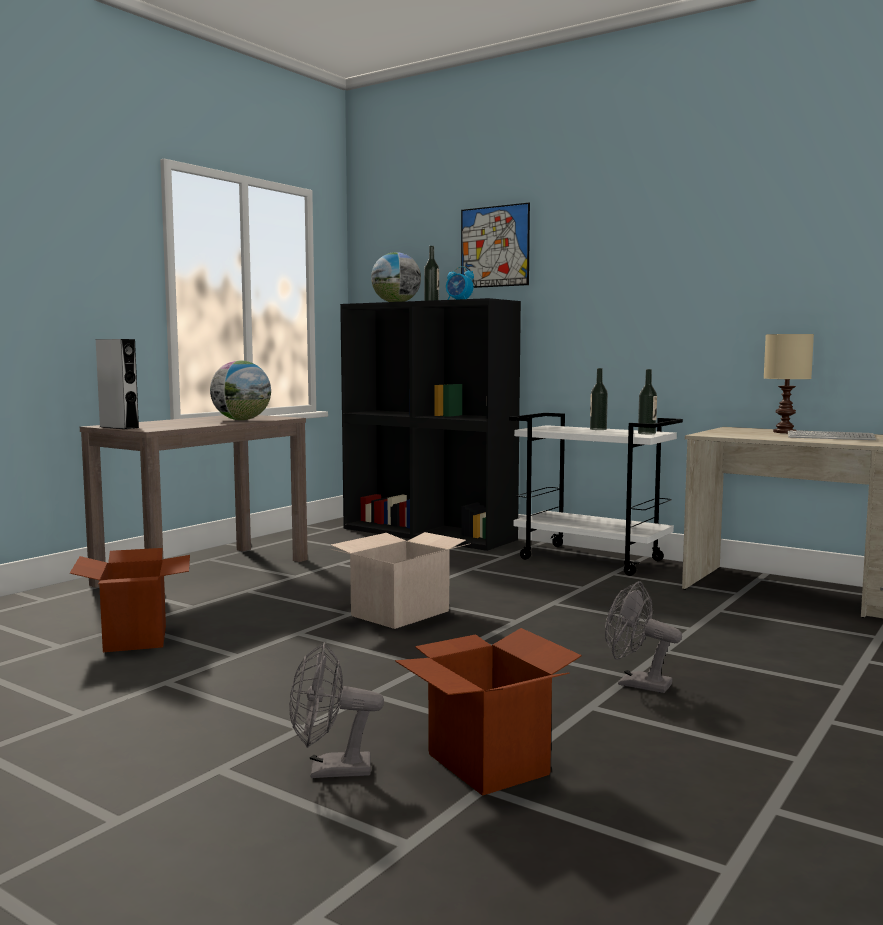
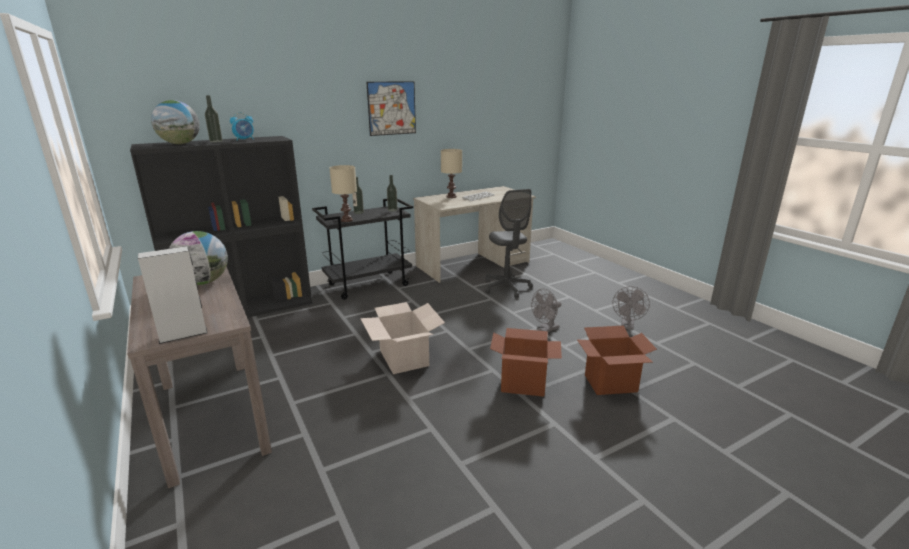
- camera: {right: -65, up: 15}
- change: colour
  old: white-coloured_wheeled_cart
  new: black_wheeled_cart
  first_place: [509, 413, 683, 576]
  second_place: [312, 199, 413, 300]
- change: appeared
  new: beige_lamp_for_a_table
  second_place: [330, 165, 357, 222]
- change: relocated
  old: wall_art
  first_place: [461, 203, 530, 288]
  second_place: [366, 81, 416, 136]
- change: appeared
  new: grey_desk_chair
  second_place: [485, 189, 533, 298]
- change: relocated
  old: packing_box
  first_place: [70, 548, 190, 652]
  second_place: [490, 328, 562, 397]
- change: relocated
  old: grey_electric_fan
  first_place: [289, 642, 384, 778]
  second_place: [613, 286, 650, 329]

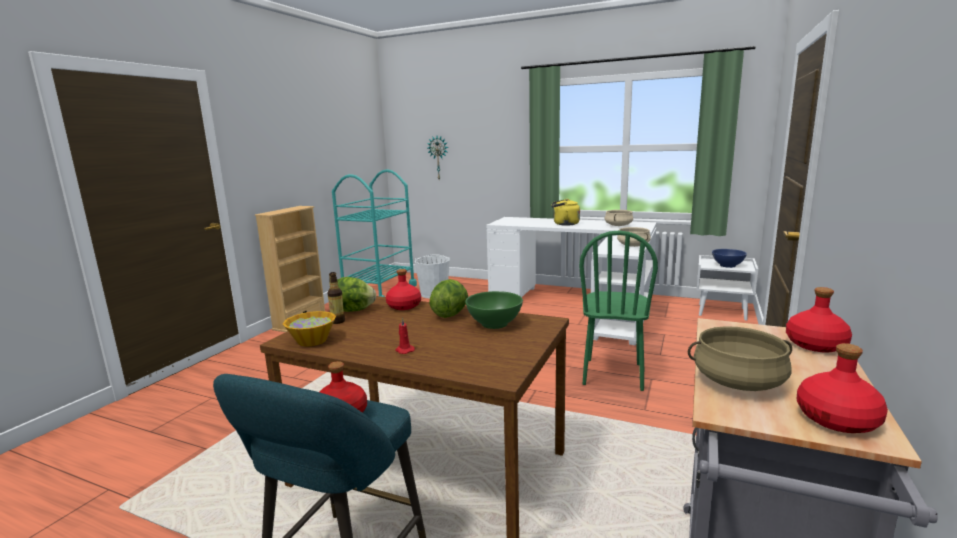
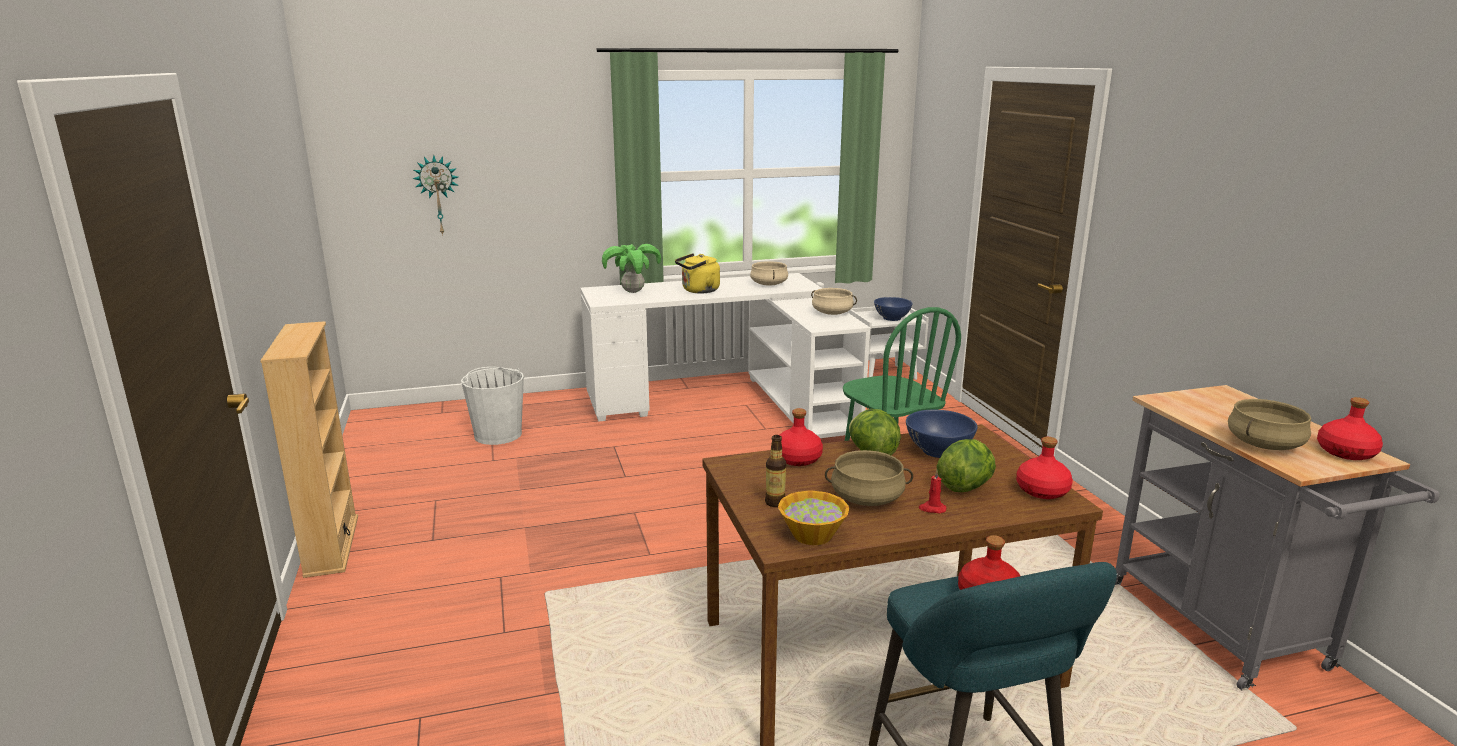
- camera: {right: -40, up: 5}
- change: appeared
  new: plant_in_a_pot
  second_place: [602, 244, 661, 293]
- change: appeared
  new: beige_stockpot
  second_place: [825, 450, 913, 506]
- change: colour
  old: greenish_serving_bowl
  new: bluish_serving_bowl
  first_place: [465, 291, 523, 329]
  second_place: [906, 410, 978, 458]
- change: relocated
  old: lettuce
  first_place: [337, 277, 376, 312]
  second_place: [936, 439, 996, 492]
- change: relocated
  old: red_bottle
  first_place: [786, 287, 852, 353]
  second_place: [1016, 437, 1073, 499]
- change: missing
  old: turquoise_wheeled_cart
  first_place: [332, 169, 417, 297]

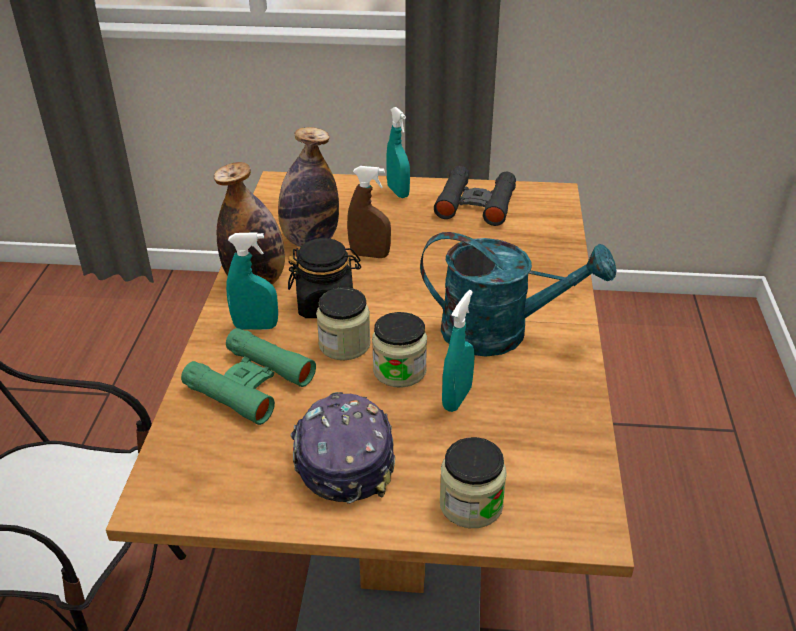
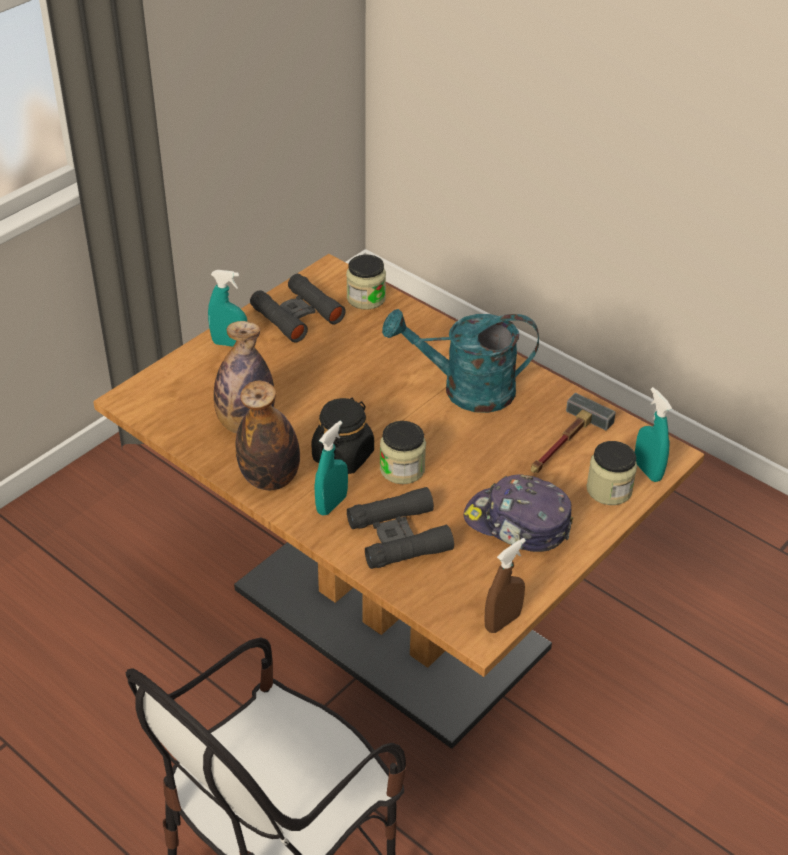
- camera: {right: -55, up: 5}
- change: relocated
  old: jar
  first_place: [372, 312, 427, 388]
  second_place: [346, 255, 386, 310]
- change: colour
  old: greenish_pair_of_binoculars
  new: black_pair_of_binoculars
  first_place: [181, 328, 316, 425]
  second_place: [347, 487, 454, 569]
- change: spun
  old: turquoise_watering_can
  first_place: [420, 232, 616, 357]
  second_place: [382, 309, 539, 413]
  degrees: -135
- change: relocated
  old: brownish_sprayer
  first_place: [347, 166, 391, 258]
  second_place: [484, 538, 526, 633]
- change: appeared
  new: hammer
  second_place: [531, 393, 616, 473]
- change: relocated
  old: turquoise_sprayer
  first_place: [442, 290, 475, 412]
  second_place: [635, 387, 672, 482]

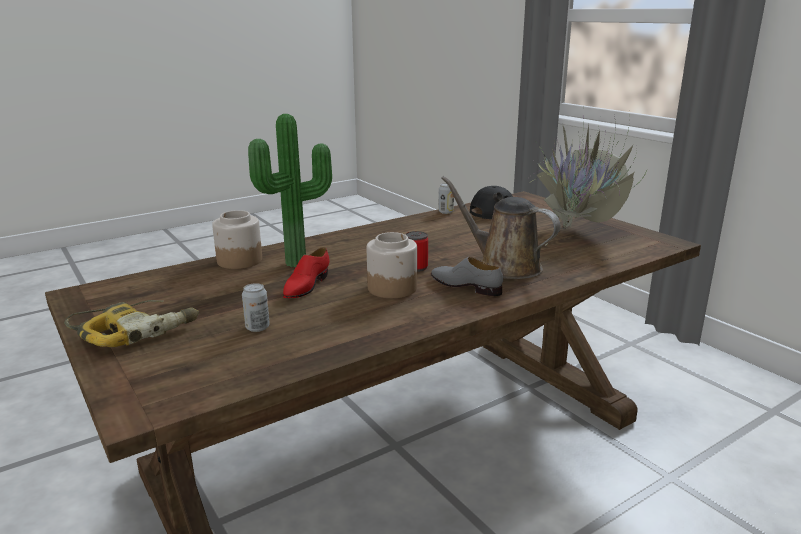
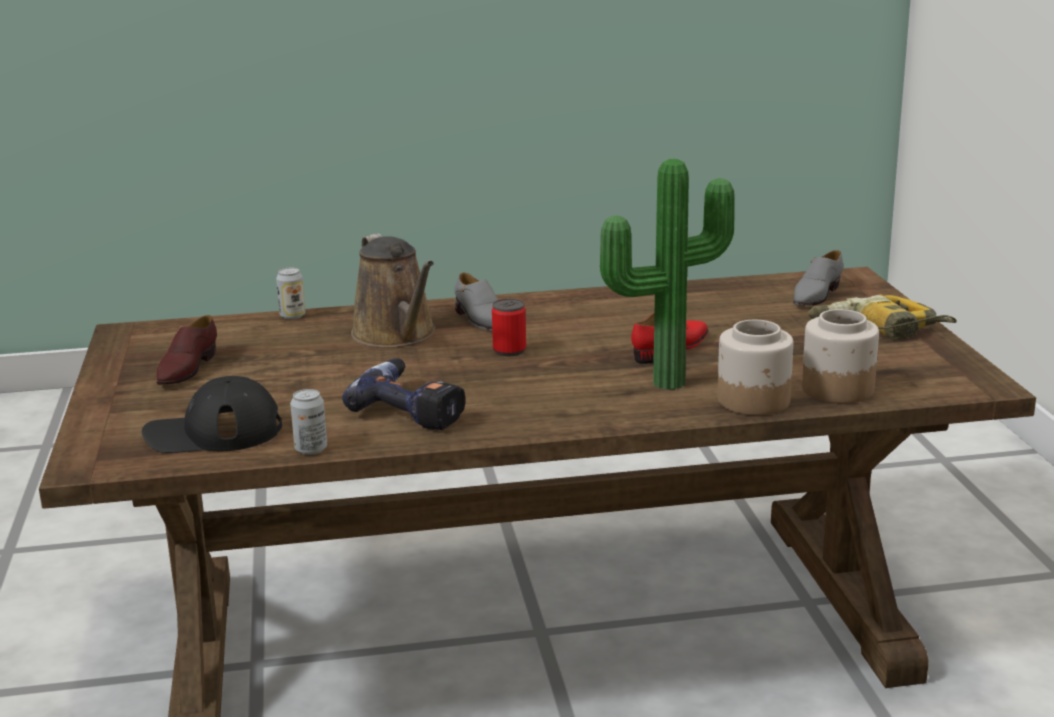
- camera: {right: -155, up: 0}
- change: exchanged
  old: plant_in_a_pot
  new: brownish_item_of_footwear
  first_place: [531, 116, 646, 246]
  second_place: [157, 315, 217, 385]
- change: relocated
  old: can
  first_place: [242, 283, 270, 332]
  second_place: [276, 268, 306, 319]
- change: appeared
  new: electric_drill
  second_place: [342, 358, 465, 430]
- change: appeared
  new: grey_item_of_footwear
  second_place: [793, 250, 843, 306]
- change: relocated
  old: jar
  first_place: [367, 232, 417, 298]
  second_place: [802, 309, 879, 403]

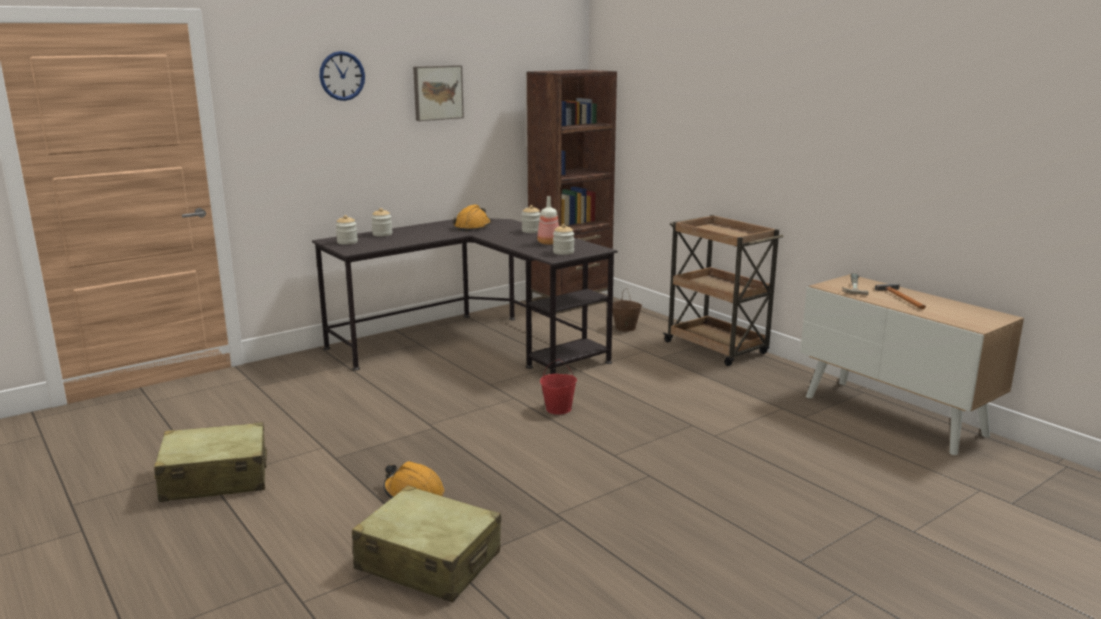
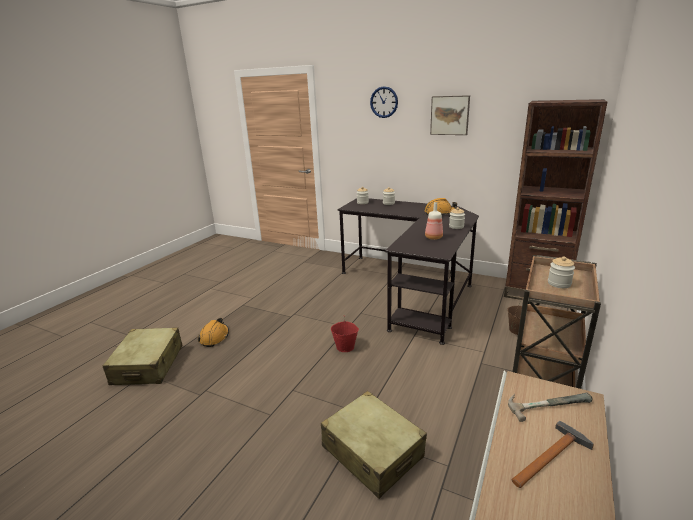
- camera: {right: 65, up: 5}
- change: relocated
  old: beige_travel_case
  first_place: [154, 422, 267, 502]
  second_place: [321, 391, 427, 499]
- change: relocated
  old: jar
  first_place: [553, 224, 575, 255]
  second_place: [548, 256, 575, 288]

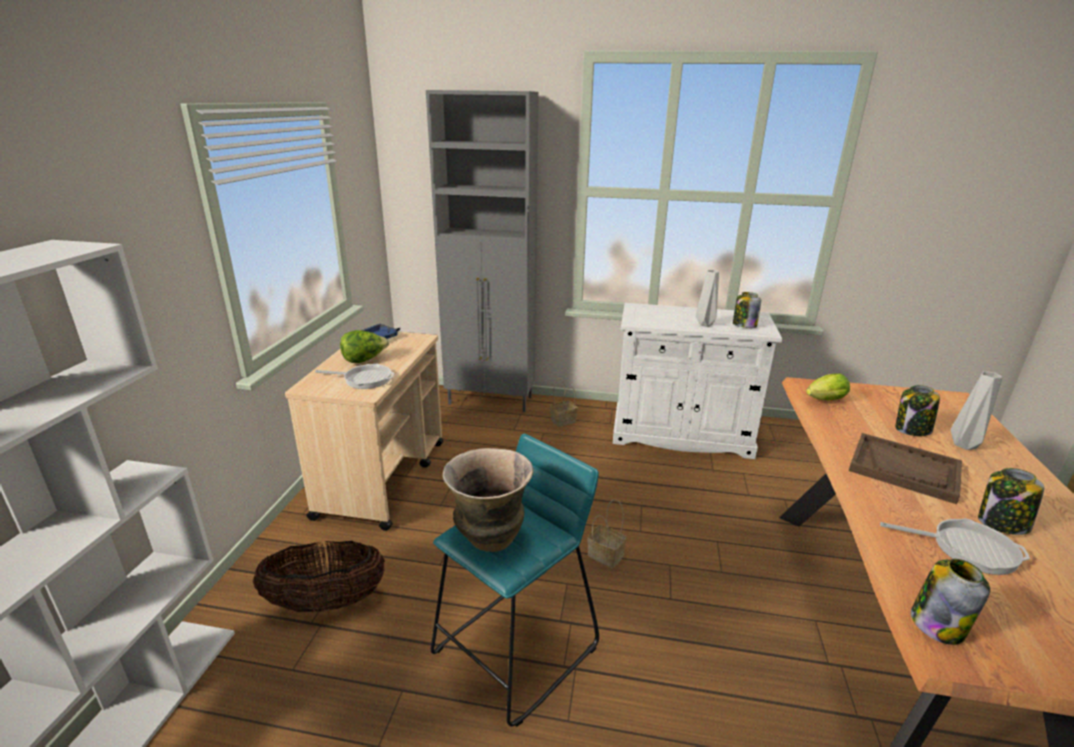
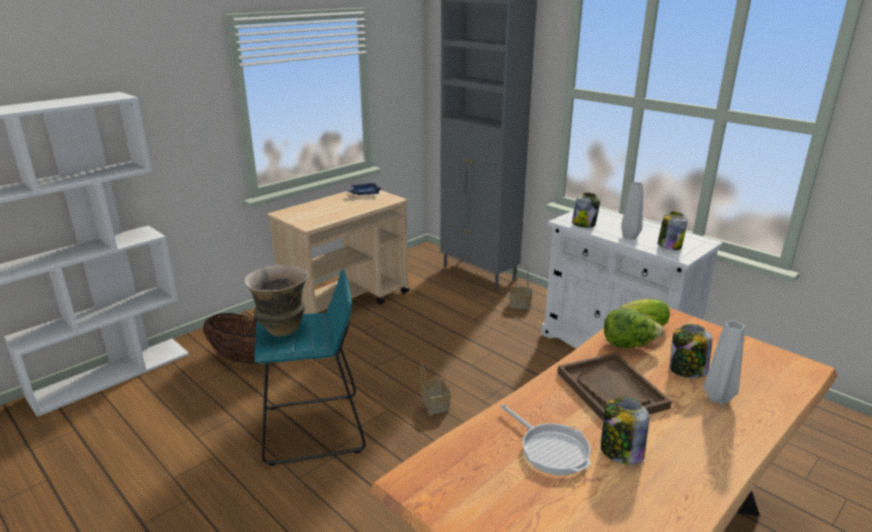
- camera: {right: 35, up: 0}
- change: relocated
  old: jar
  first_place: [911, 559, 990, 645]
  second_place: [572, 192, 600, 228]
- change: relocated
  old: lettuce
  first_place: [340, 330, 389, 363]
  second_place: [604, 309, 665, 348]
- change: missing
  old: pan
  first_place: [315, 364, 395, 389]

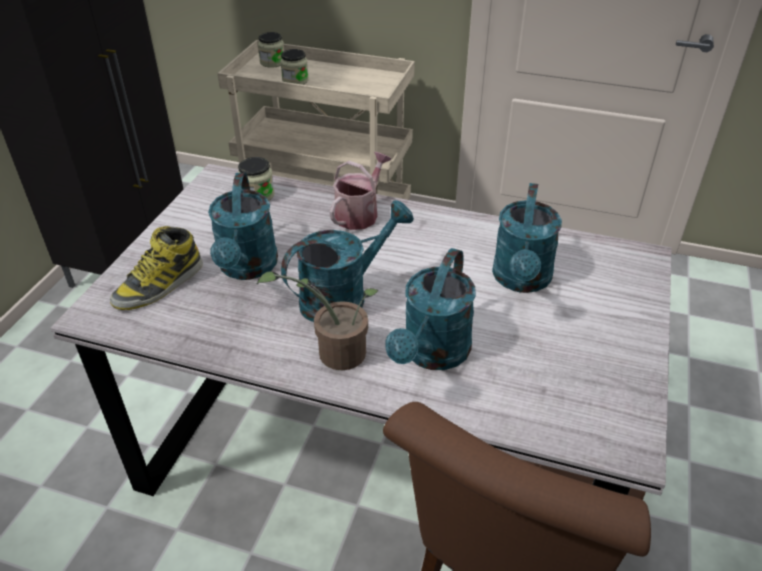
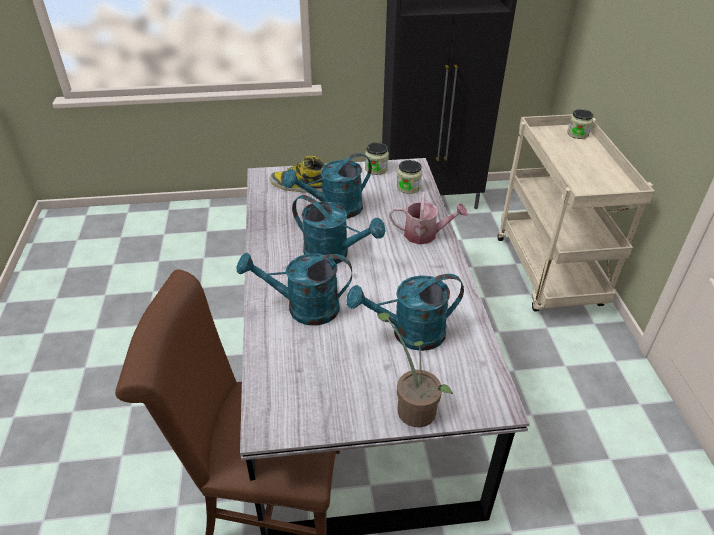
- camera: {right: 65, up: 0}
- change: relocated
  old: jar
  first_place: [280, 49, 309, 85]
  second_place: [365, 142, 389, 175]
- change: relocated
  old: plant_in_a_pot
  first_place: [257, 271, 379, 371]
  second_place: [377, 313, 453, 427]

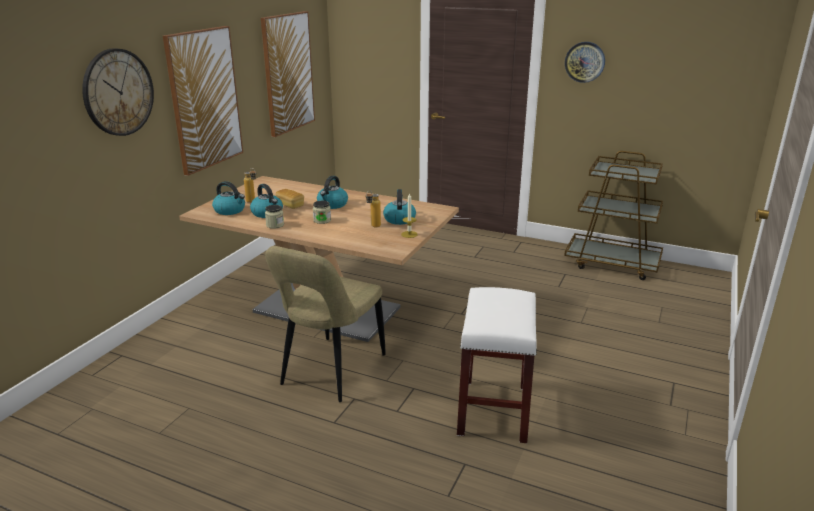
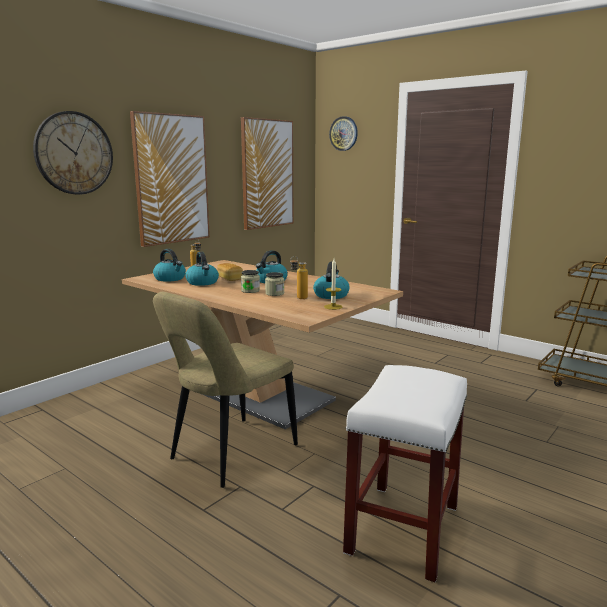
- camera: {right: 15, up: -10}
- change: relocated
  old: jar
  first_place: [265, 205, 284, 229]
  second_place: [265, 272, 284, 296]
- change: relocated
  old: clock_on_the_wall
  first_place: [565, 42, 605, 83]
  second_place: [329, 116, 358, 151]

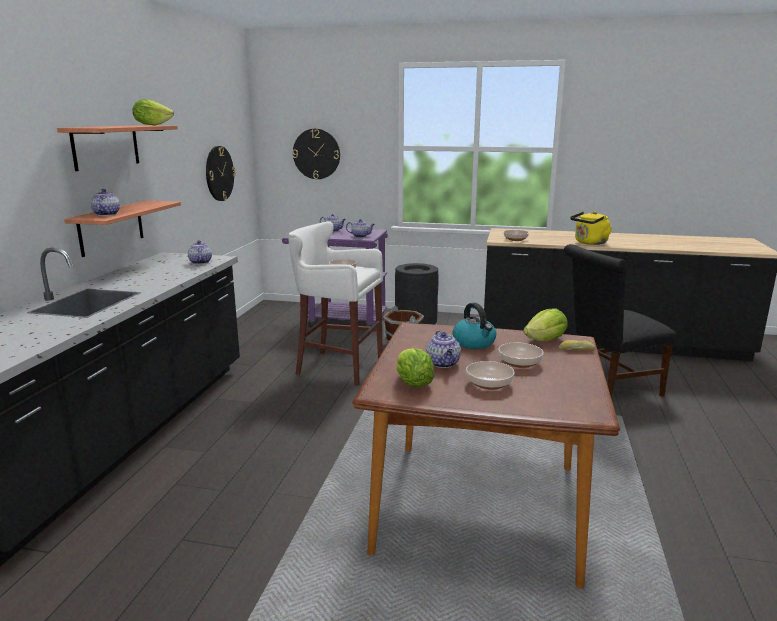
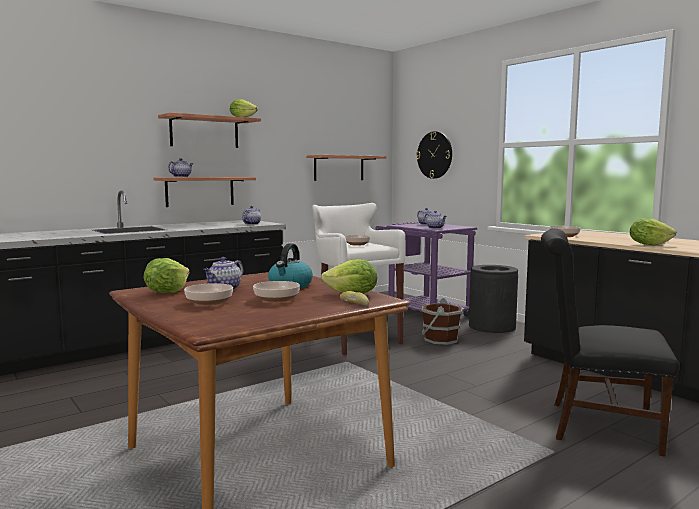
- camera: {right: 40, up: -10}
- change: exchanged
  old: clock_on_the_wall
  new: wall_shelf
  first_place: [206, 146, 236, 201]
  second_place: [306, 155, 386, 181]
- change: exchanged
  old: yellowish_tea_kettle
  new: lettuce
  first_place: [570, 211, 613, 245]
  second_place: [630, 218, 676, 246]

